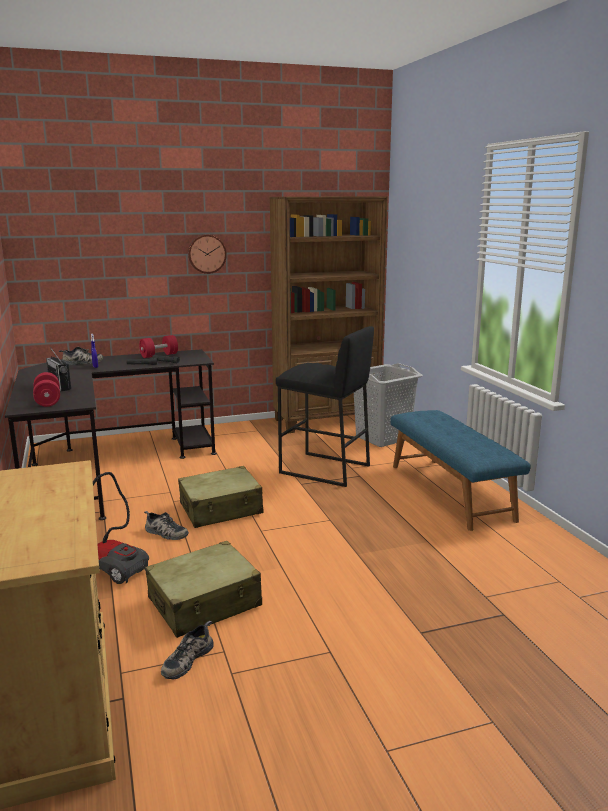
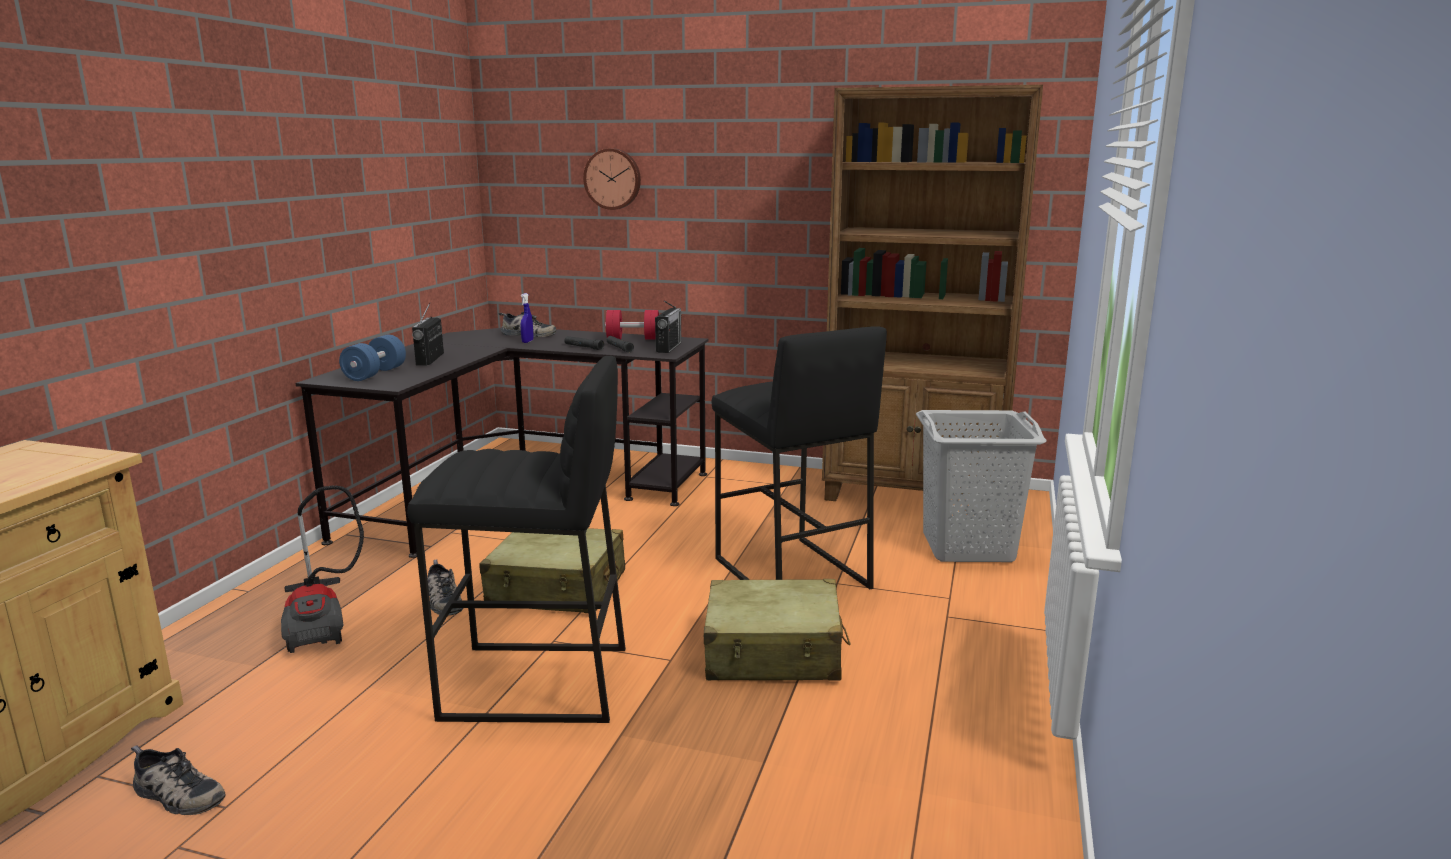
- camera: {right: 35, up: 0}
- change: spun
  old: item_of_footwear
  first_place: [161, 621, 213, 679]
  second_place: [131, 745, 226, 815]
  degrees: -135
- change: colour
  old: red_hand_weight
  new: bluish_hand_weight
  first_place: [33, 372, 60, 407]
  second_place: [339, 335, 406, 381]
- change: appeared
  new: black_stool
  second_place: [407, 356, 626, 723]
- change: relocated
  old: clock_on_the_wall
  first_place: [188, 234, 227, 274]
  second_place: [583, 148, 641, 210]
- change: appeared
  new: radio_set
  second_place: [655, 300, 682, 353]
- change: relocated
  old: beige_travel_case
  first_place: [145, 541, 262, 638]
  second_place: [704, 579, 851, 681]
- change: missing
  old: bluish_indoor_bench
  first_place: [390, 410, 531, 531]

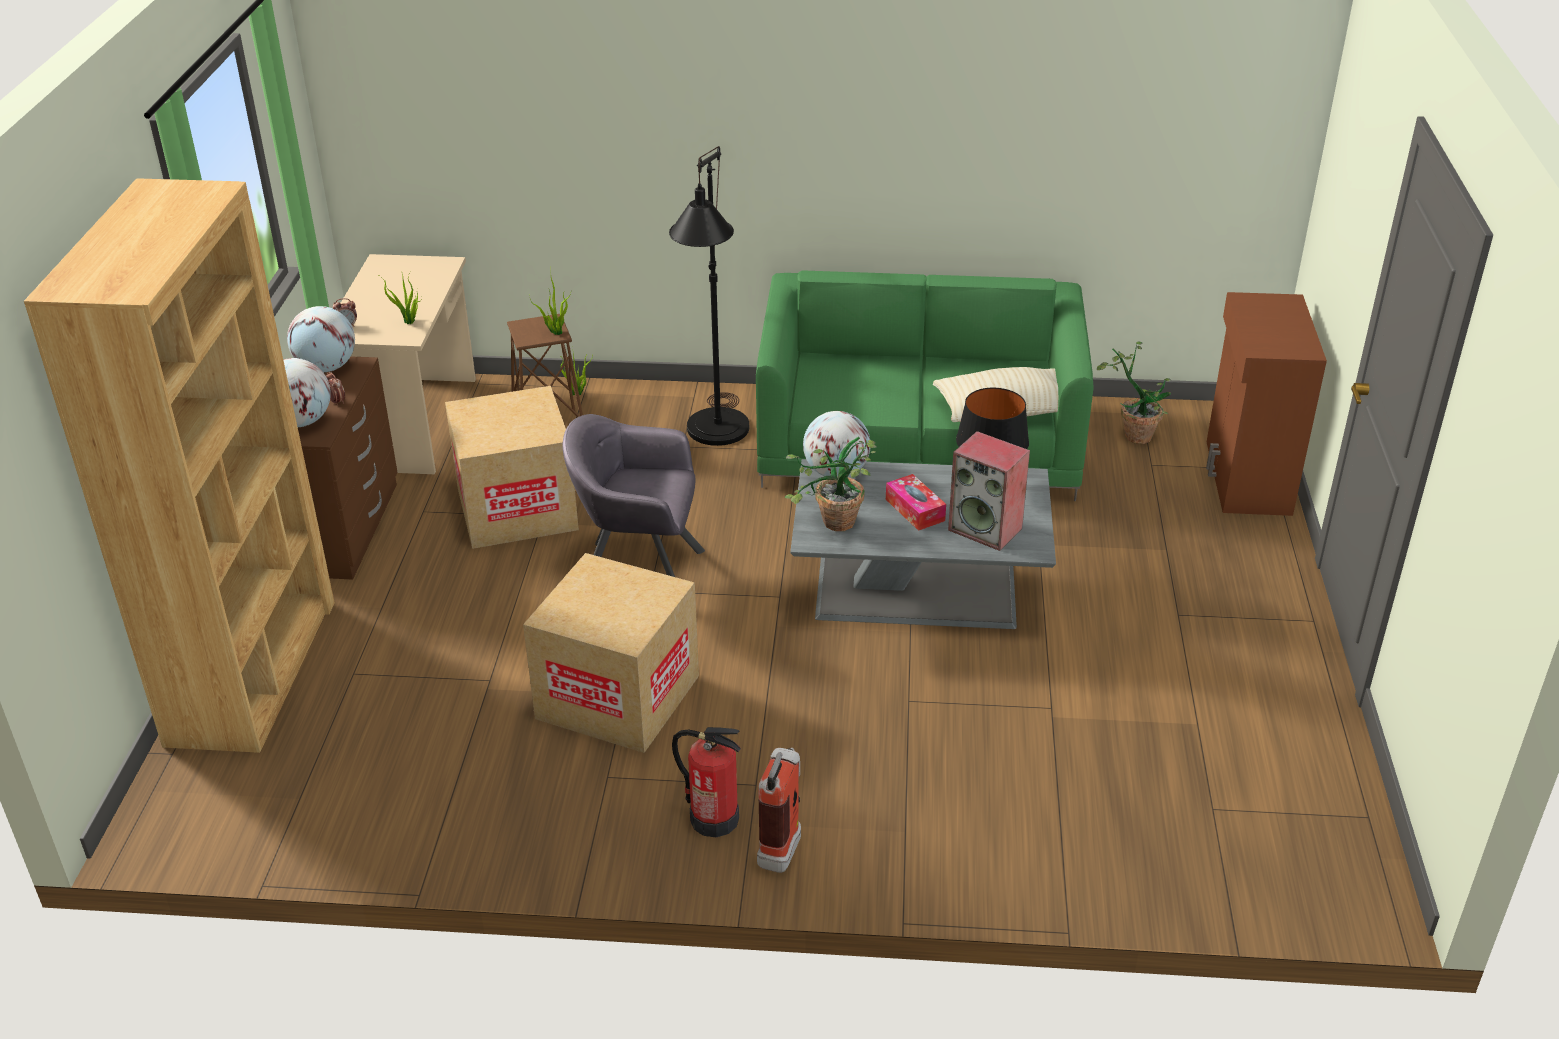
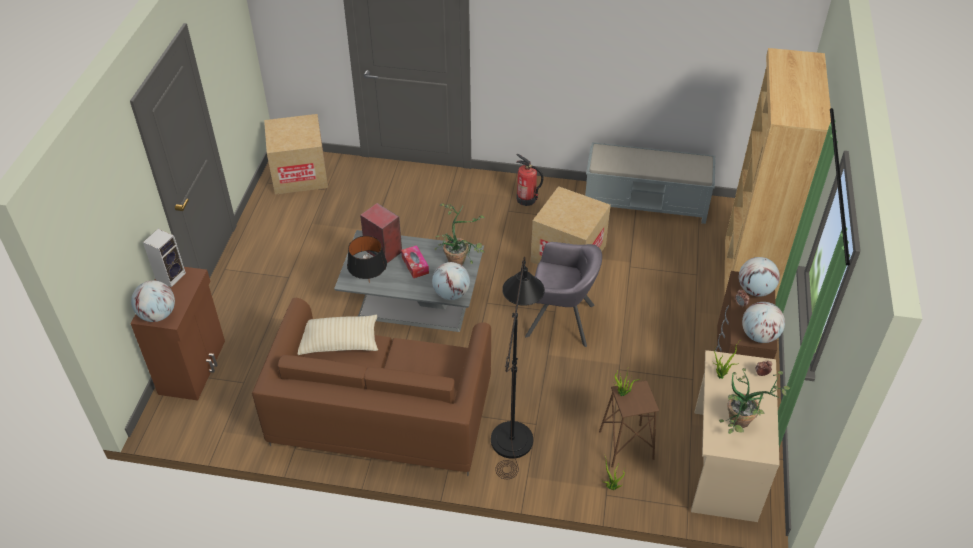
- camera: {right: -175, up: 10}
- change: appeared
  new: world_globe
  second_place: [131, 280, 175, 322]
- change: appeared
  new: loudspeaker
  second_place: [143, 229, 186, 287]
- change: colour
  old: greenish_couch
  new: brownish_couch
  first_place: [756, 270, 1094, 501]
  second_place: [252, 297, 491, 476]
- change: relocated
  old: packing_box
  first_place: [445, 386, 579, 549]
  second_place: [264, 114, 328, 194]
- change: appeared
  new: grey_indoor_bench
  second_place: [585, 142, 715, 224]
- change: relocated
  old: plant_in_a_pot
  first_place: [1097, 342, 1171, 444]
  second_place: [719, 368, 790, 434]
- change: missing
  old: fire_extinguisher
  first_place: [757, 748, 801, 873]

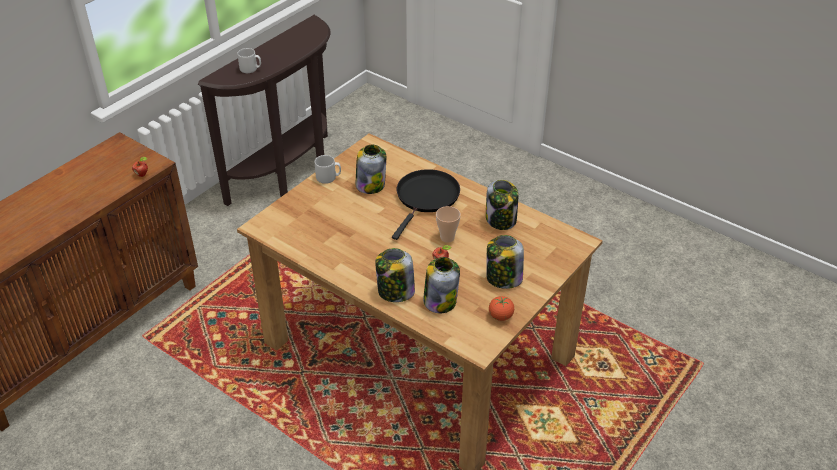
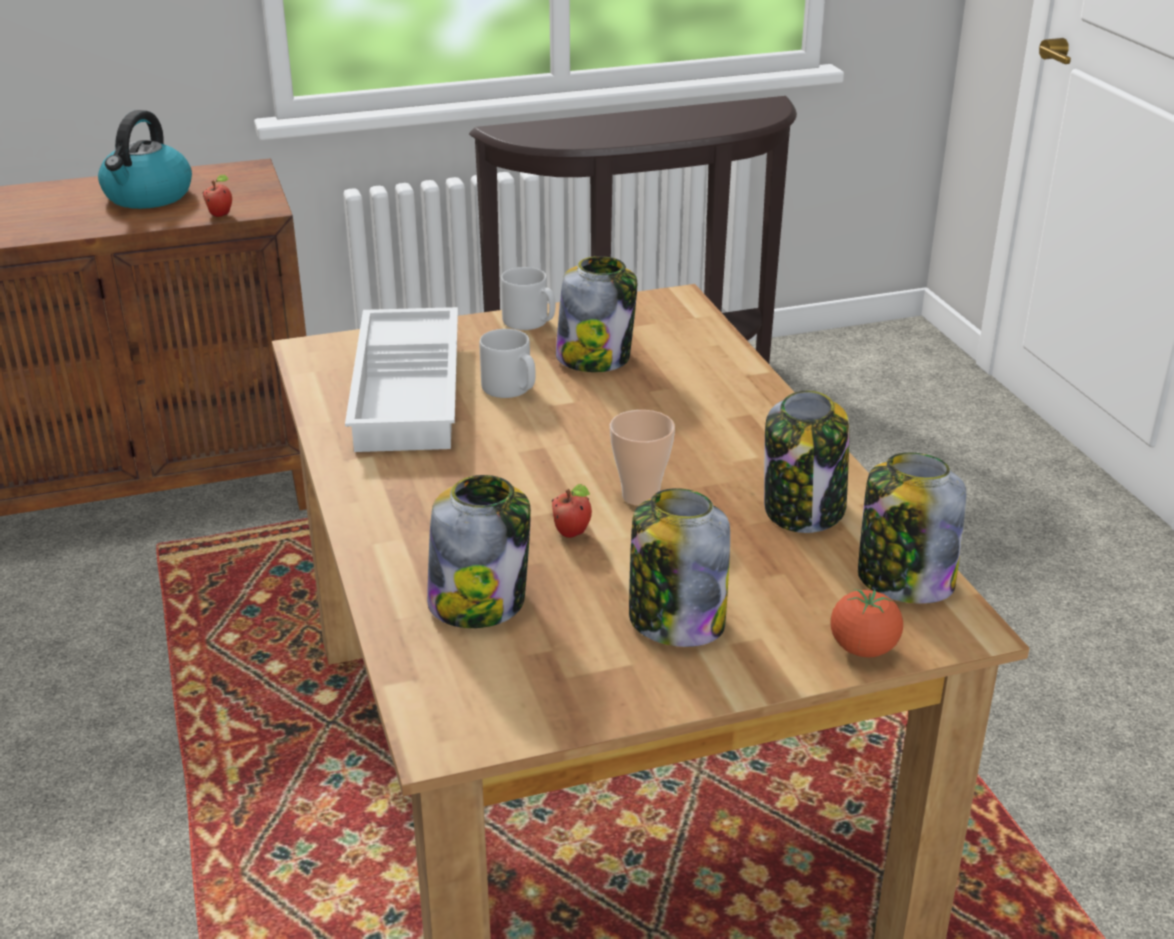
- camera: {right: 35, up: -10}
- change: appeared
  new: tea_kettle
  second_place: [98, 110, 192, 209]
- change: appeared
  new: white-coloured_tray
  second_place: [345, 307, 458, 452]
- change: relocated
  old: grey_mug
  first_place: [237, 48, 261, 73]
  second_place: [479, 329, 536, 398]
- change: relocated
  old: tomato
  first_place: [489, 296, 514, 321]
  second_place: [830, 590, 903, 657]
- change: relocated
  old: jar
  first_place: [375, 248, 415, 302]
  second_place: [858, 452, 966, 604]
- change: missing
  old: black_pan
  first_place: [392, 169, 460, 240]

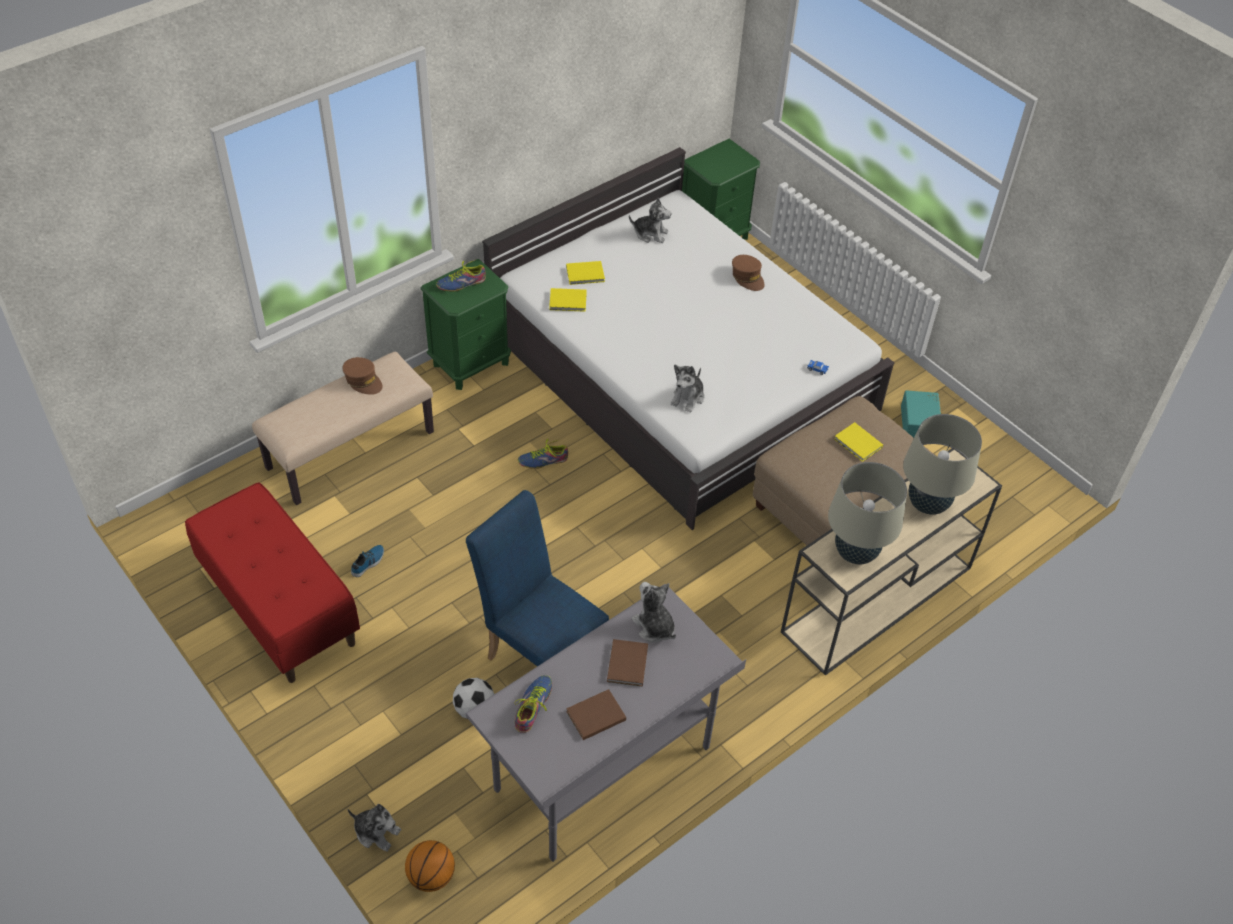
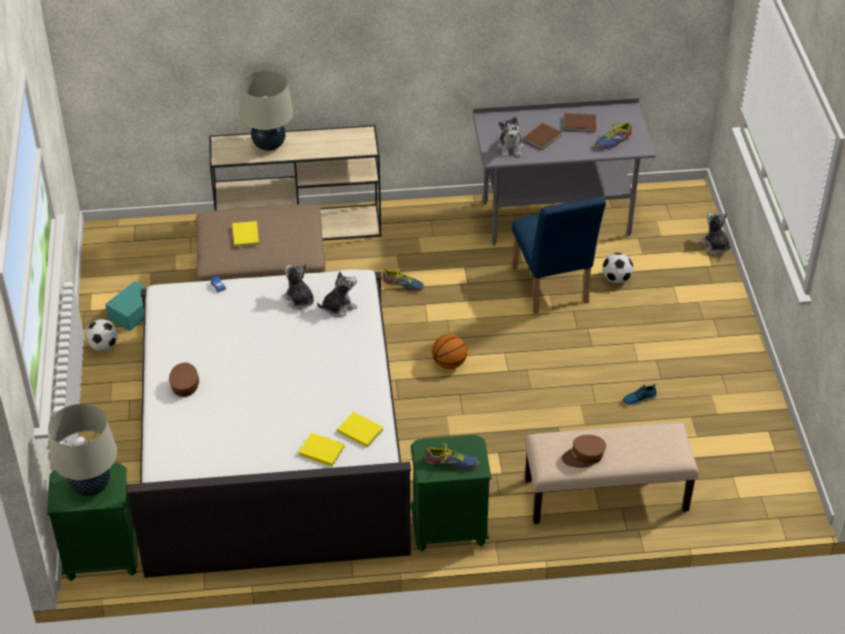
- camera: {right: -145, up: -5}
- change: relocated
  old: beige_lamp_for_a_table
  first_place: [828, 462, 907, 564]
  second_place: [48, 403, 117, 496]
- change: appeared
  new: football_ball
  second_place: [85, 319, 118, 351]
- change: relocated
  old: plush_toy
  first_place: [629, 198, 671, 243]
  second_place: [282, 263, 314, 310]
- change: relocated
  old: item_of_footwear
  first_place: [518, 439, 568, 469]
  second_place: [383, 267, 424, 292]
- change: relocated
  old: ball_for_basketball
  first_place: [405, 840, 455, 892]
  second_place: [432, 334, 467, 369]
- change: spun
  old: brownish_baseball_cap
  first_place: [342, 357, 383, 395]
  second_place: [562, 435, 606, 468]
  degrees: -90
- change: missing
  old: red_indoor_bench
  first_place: [185, 482, 360, 683]

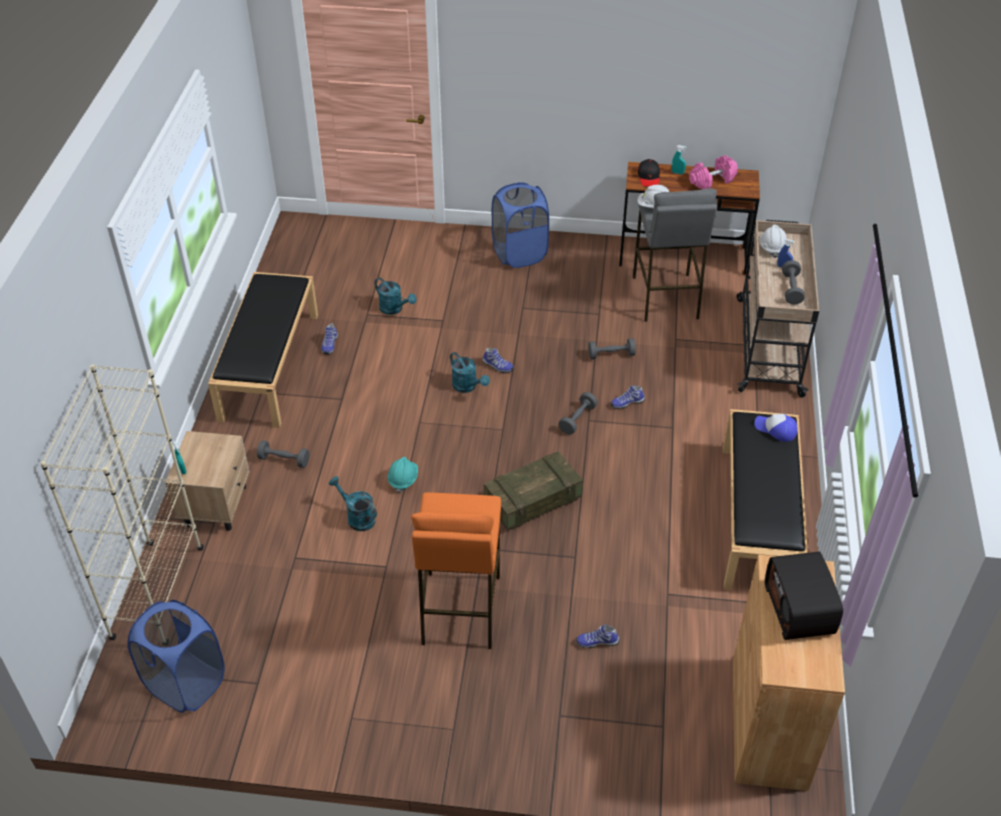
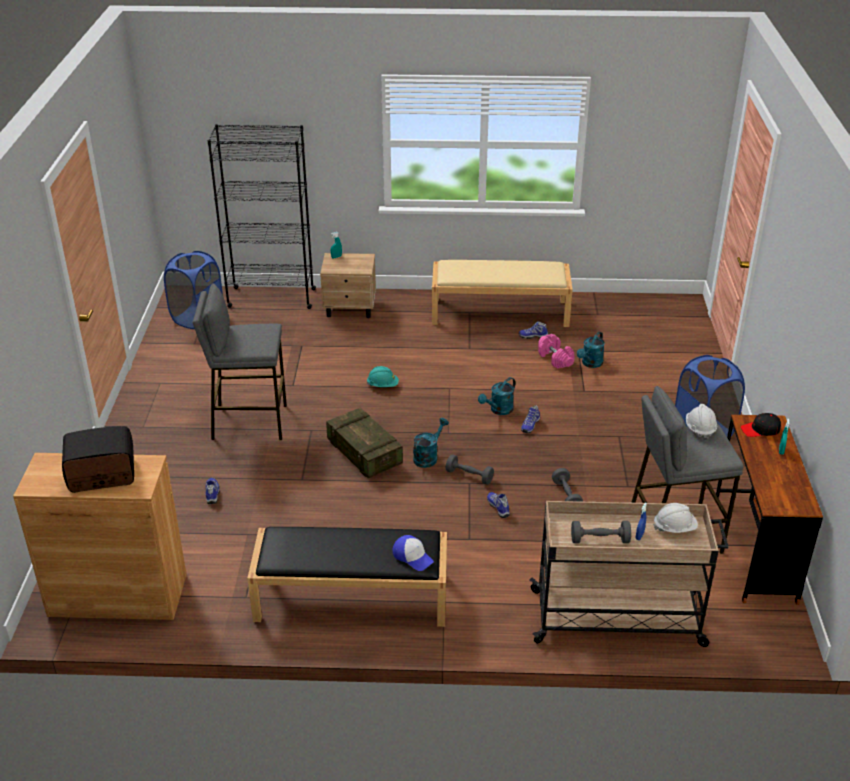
- camera: {right: 85, up: -10}
- change: colour
  old: orangey_stool
  new: grey_stool
  first_place: [411, 492, 501, 649]
  second_place: [193, 283, 287, 440]
- change: colour
  old: beige_shelving_unit
  new: black_shelving_unit
  first_place: [40, 364, 203, 640]
  second_place: [207, 124, 316, 309]
- change: spun
  old: baseball_cap
  first_place: [755, 414, 798, 442]
  second_place: [393, 535, 434, 571]
  degrees: 105
- change: relocated
  old: turquoise_watering_can
  first_place: [329, 476, 377, 531]
  second_place: [413, 418, 449, 468]
- change: colour
  old: black_indoor_bench
  new: beige_indoor_bench
  first_place: [208, 272, 318, 428]
  second_place: [432, 260, 573, 327]
- change: relocated
  old: pink-coloured_hand_weight
  first_place: [689, 155, 738, 189]
  second_place: [538, 334, 575, 369]
- change: missing
  old: grey_hand_weight
  first_place: [257, 440, 309, 468]

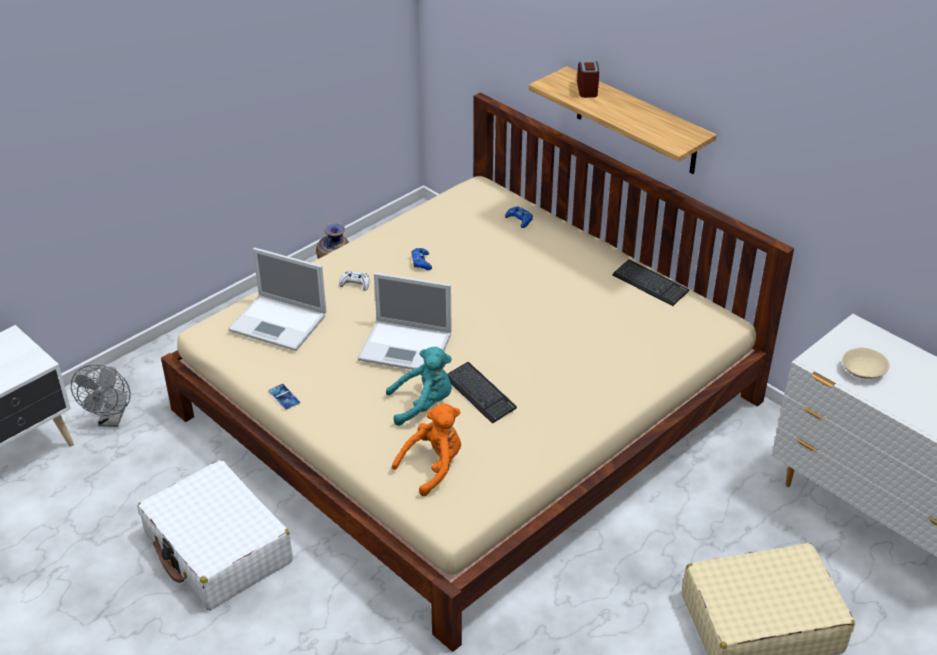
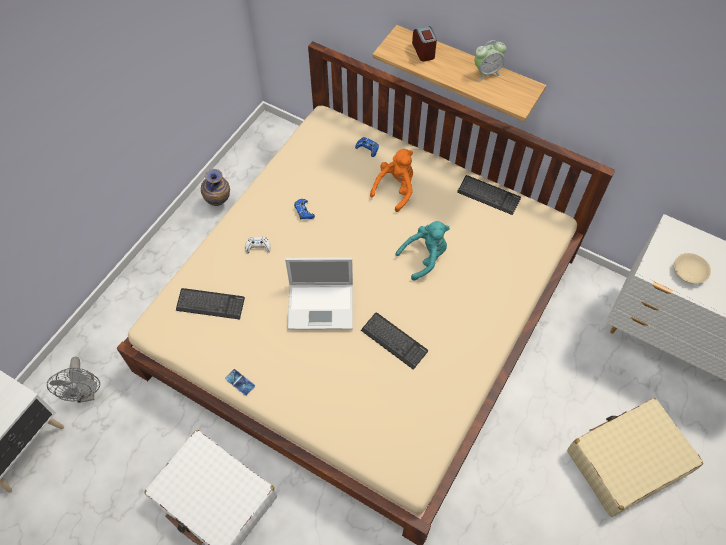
- camera: {right: -15, up: 20}
- change: exchanged
  old: notebook_computer
  new: computer_keyboard
  first_place: [228, 248, 326, 351]
  second_place: [176, 288, 245, 320]
- change: relocated
  old: orangey_plush_toy
  first_place: [392, 403, 461, 496]
  second_place: [370, 149, 413, 212]
- change: relocated
  old: turquoise_plush_toy
  first_place: [386, 347, 452, 426]
  second_place: [396, 221, 450, 280]
- change: appeared
  new: bedside_clock
  second_place: [474, 40, 506, 81]

